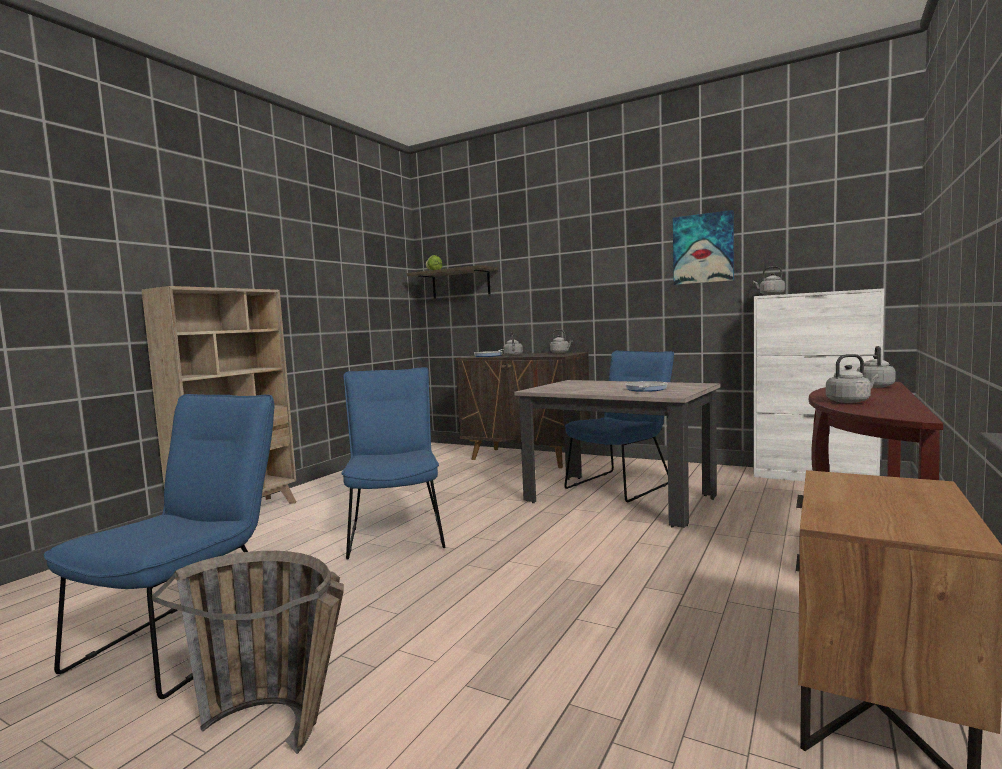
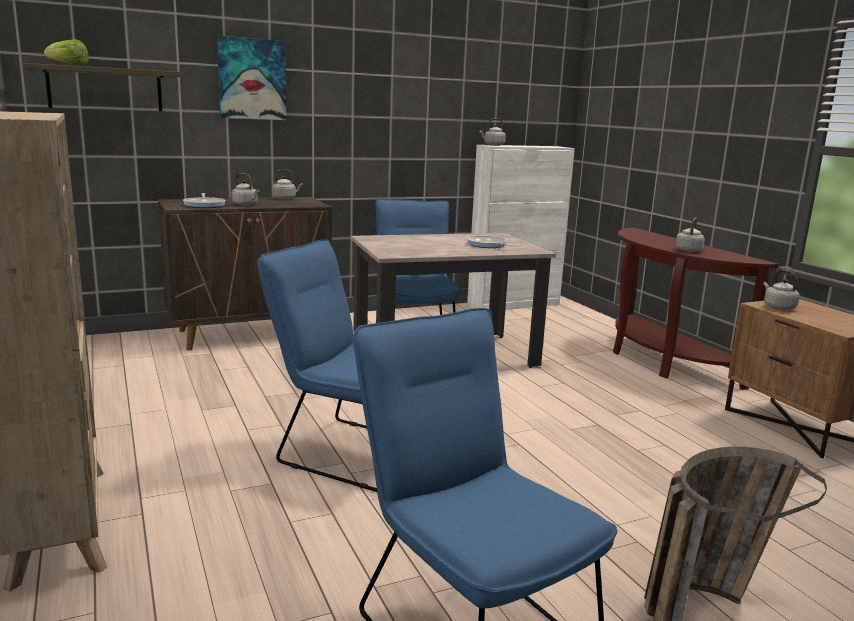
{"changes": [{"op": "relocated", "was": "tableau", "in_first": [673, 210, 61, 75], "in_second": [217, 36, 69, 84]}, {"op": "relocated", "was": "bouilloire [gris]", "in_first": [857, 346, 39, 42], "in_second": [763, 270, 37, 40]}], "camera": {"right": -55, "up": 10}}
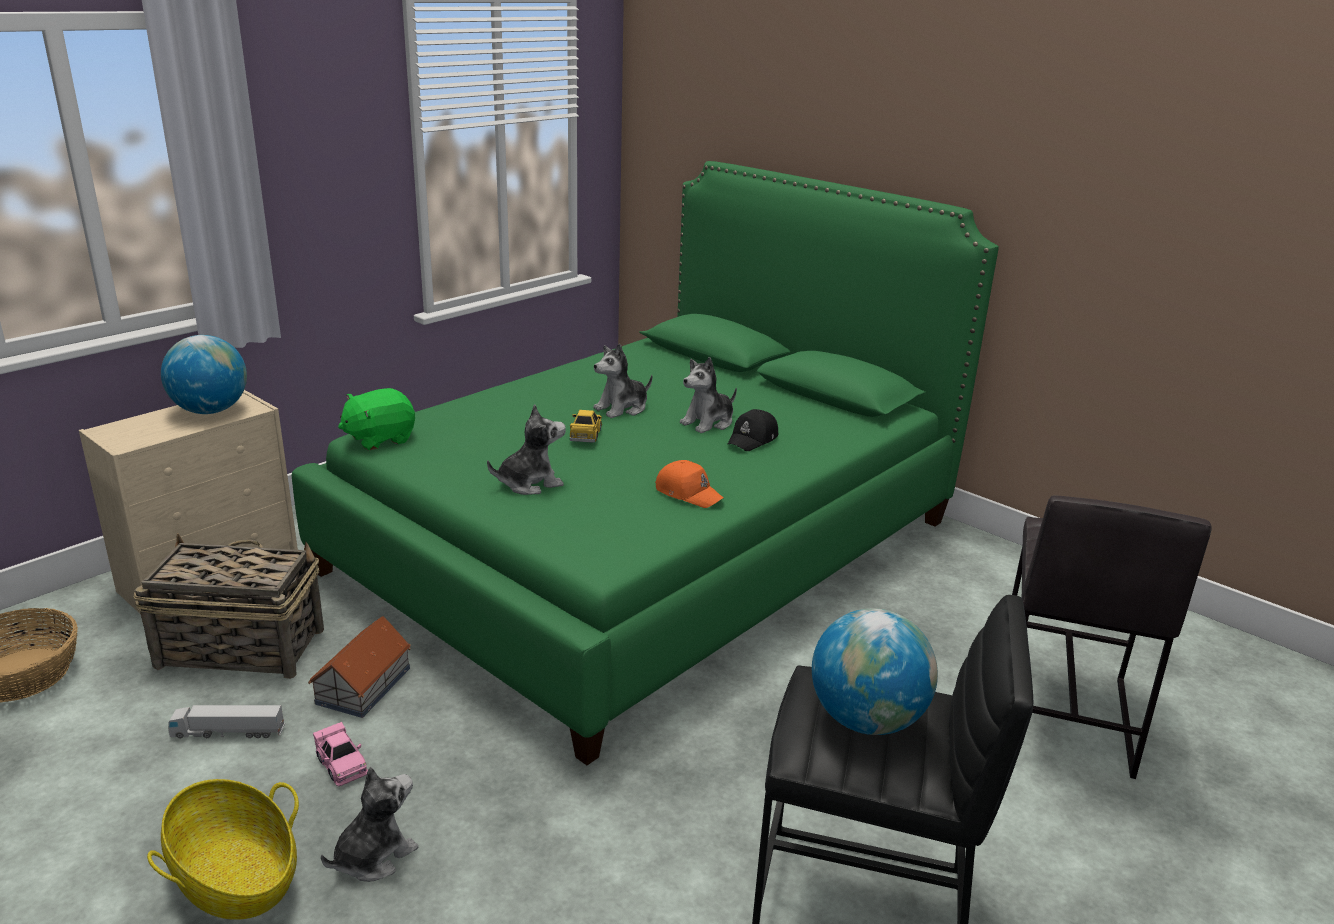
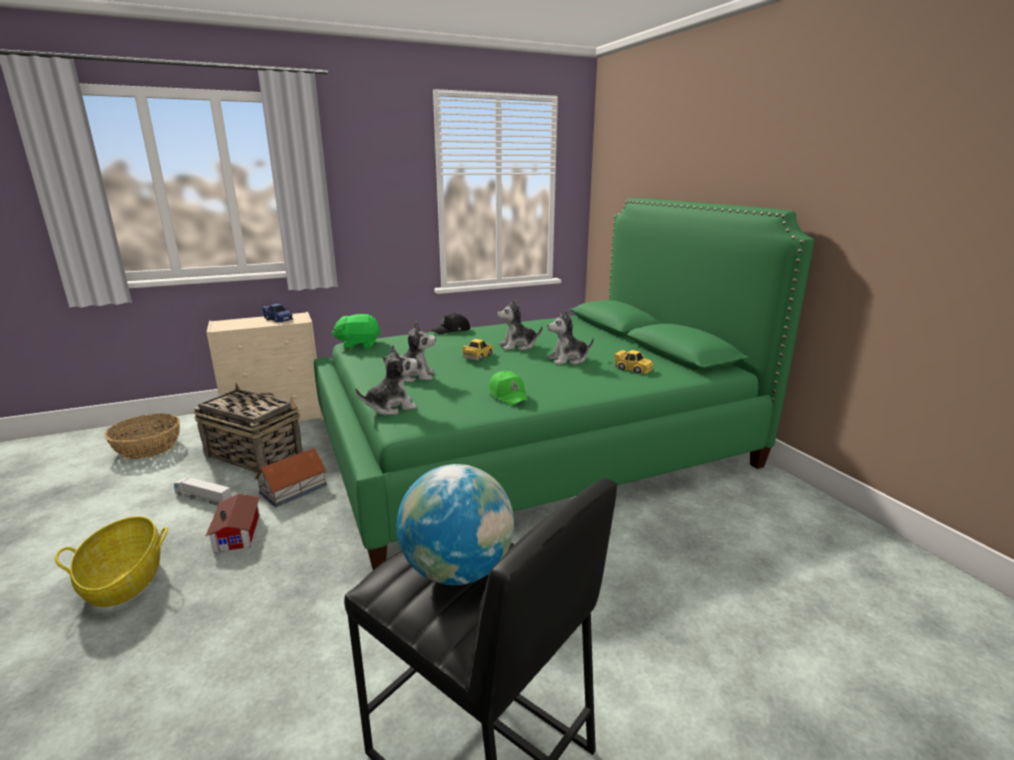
{"changes": [{"op": "exchanged", "was": "globe", "now": "petite voiture [bleu]", "in_first": [161, 335, 86, 79], "in_second": [262, 304, 31, 18]}, {"op": "exchanged", "was": "petite voiture [rose]", "now": "maison miniature", "in_first": [313, 722, 55, 64], "in_second": [206, 494, 54, 59]}, {"op": "relocated", "was": "peluche", "in_first": [321, 767, 97, 115], "in_second": [355, 344, 63, 71]}, {"op": "colour", "was": "casquette [orange]", "now": "casquette [vert]", "in_first": [655, 460, 69, 48], "in_second": [488, 371, 41, 34]}, {"op": "relocated", "was": "casquette [noir]", "in_first": [727, 409, 51, 42], "in_second": [432, 313, 38, 22]}, {"op": "missing", "was": "tabouret [gris]", "in_first": [1012, 496, 200, 283]}, {"op": "appeared", "now": "petite voiture [jaune]", "in_second": [614, 350, 40, 24]}], "camera": {"right": 25, "up": -5}}
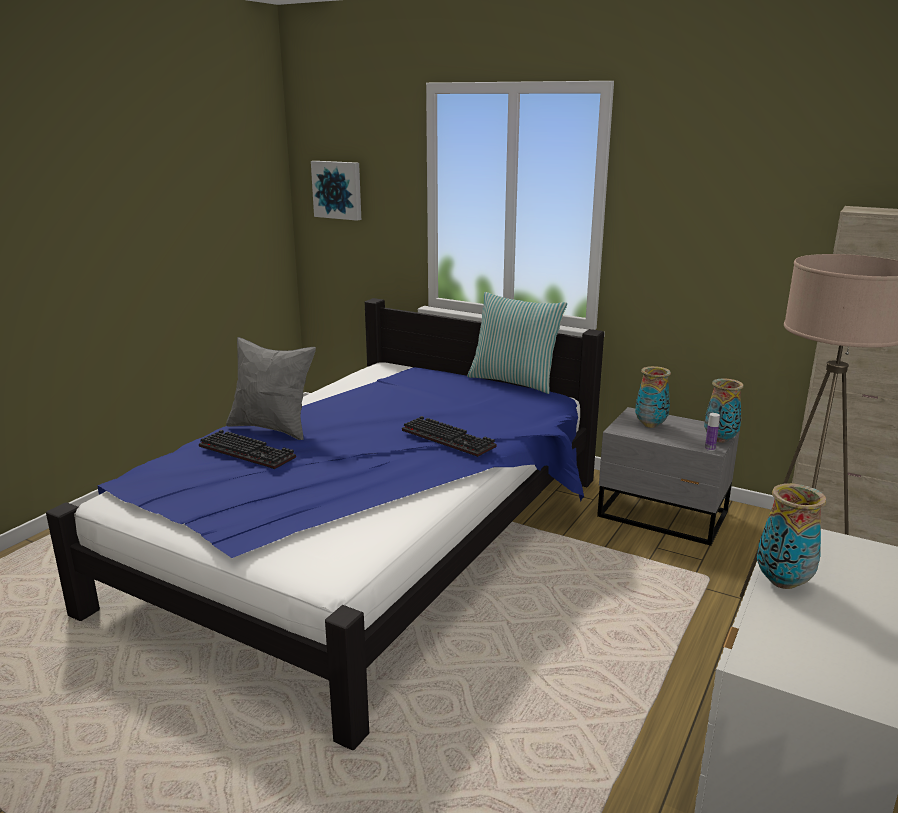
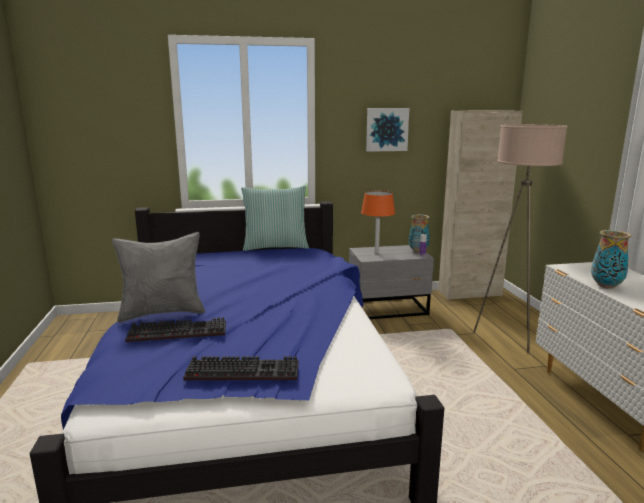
{"changes": [{"op": "relocated", "was": "tableau", "in_first": [311, 161, 50, 60], "in_second": [366, 108, 43, 44]}, {"op": "relocated", "was": "clavier", "in_first": [402, 416, 94, 41], "in_second": [183, 356, 116, 25]}, {"op": "exchanged", "was": "vase", "now": "lampe de table [orange]", "in_first": [635, 366, 36, 62], "in_second": [361, 191, 34, 63]}], "camera": {"right": -40, "up": -5}}
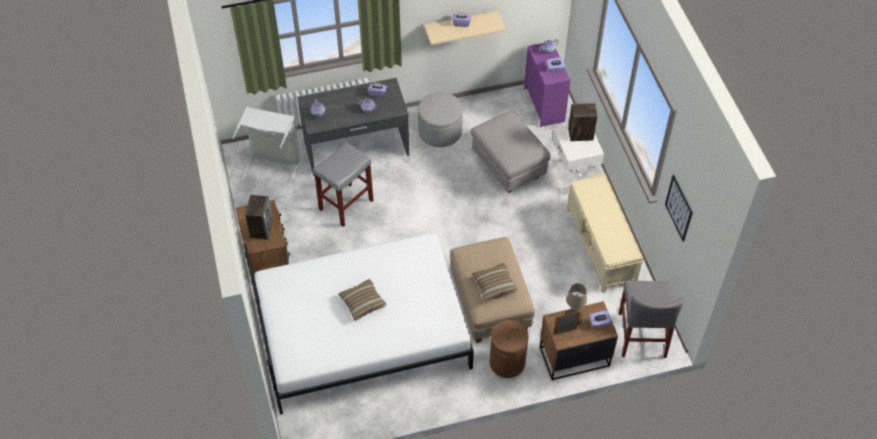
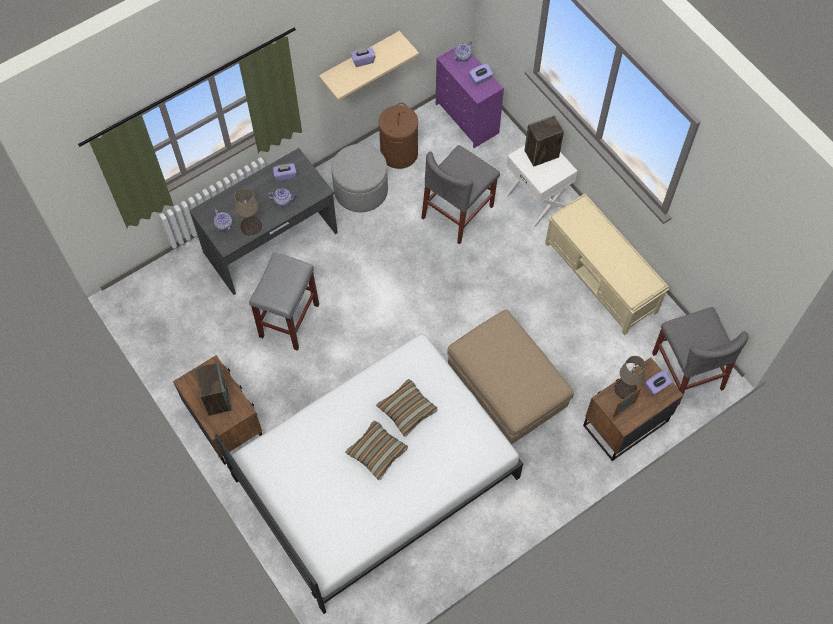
{"changes": [{"op": "missing", "was": "panier à linge [gris]", "in_first": [232, 107, 69, 83]}, {"op": "exchanged", "was": "pouf [gris]", "now": "chaise [gris]", "in_first": [471, 110, 80, 83], "in_second": [421, 145, 79, 100]}, {"op": "relocated", "was": "coussin", "in_first": [472, 263, 46, 39], "in_second": [376, 379, 62, 58]}, {"op": "relocated", "was": "panier à linge [marron]", "in_first": [490, 319, 39, 59], "in_second": [379, 103, 39, 66]}, {"op": "missing", "was": "tableau", "in_first": [665, 175, 28, 67]}, {"op": "appeared", "now": "lampe de table [beige]", "in_second": [234, 188, 28, 47]}], "camera": {"right": -20, "up": 10}}
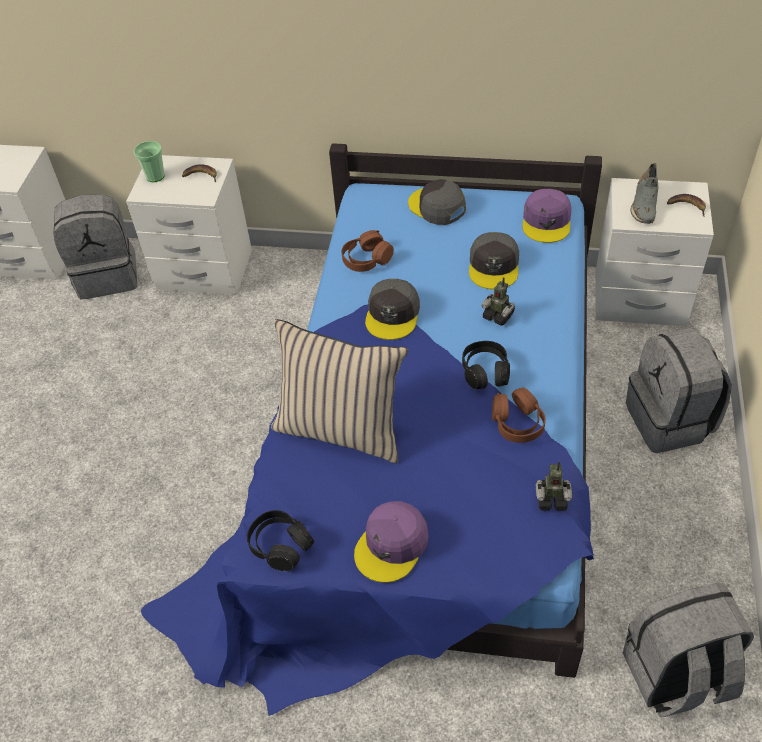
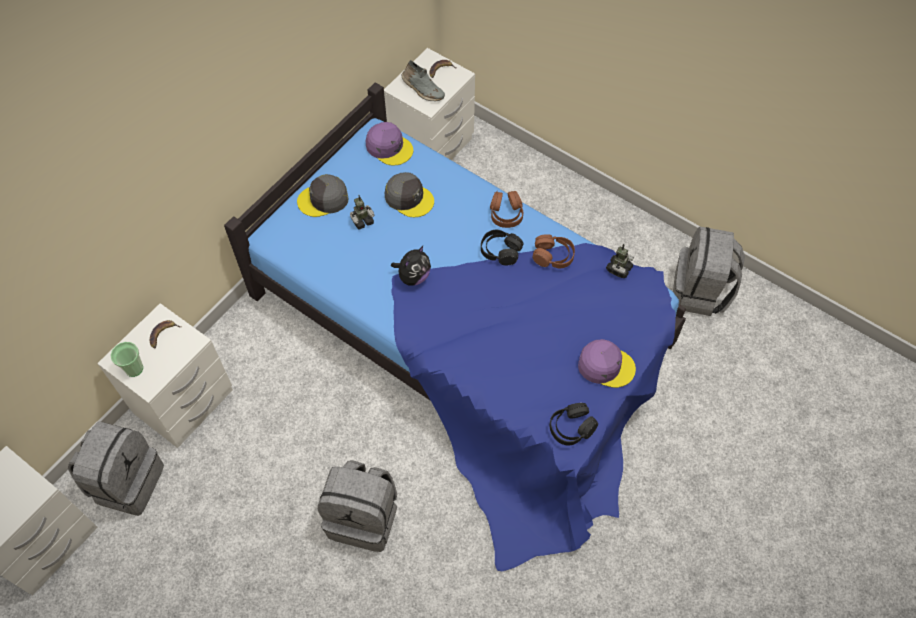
{"changes": [{"op": "missing", "was": "coussin [beige]", "in_first": [271, 319, 137, 144]}, {"op": "relocated", "was": "casque audio [marron]", "in_first": [341, 230, 53, 42], "in_second": [490, 191, 33, 37]}, {"op": "spun", "was": "casquette [violet]", "in_first": [354, 501, 75, 82], "in_second": [578, 339, 58, 49], "clockwise": -45}, {"op": "exchanged", "was": "casquette [gris]", "now": "peluche", "in_first": [365, 279, 55, 61], "in_second": [391, 246, 40, 40]}, {"op": "relocated", "was": "robot jouet", "in_first": [481, 277, 34, 49], "in_second": [350, 195, 25, 35]}, {"op": "relocated", "was": "sac à dos [gris]", "in_first": [626, 328, 106, 125], "in_second": [318, 460, 79, 92]}], "camera": {"right": -65, "up": 10}}
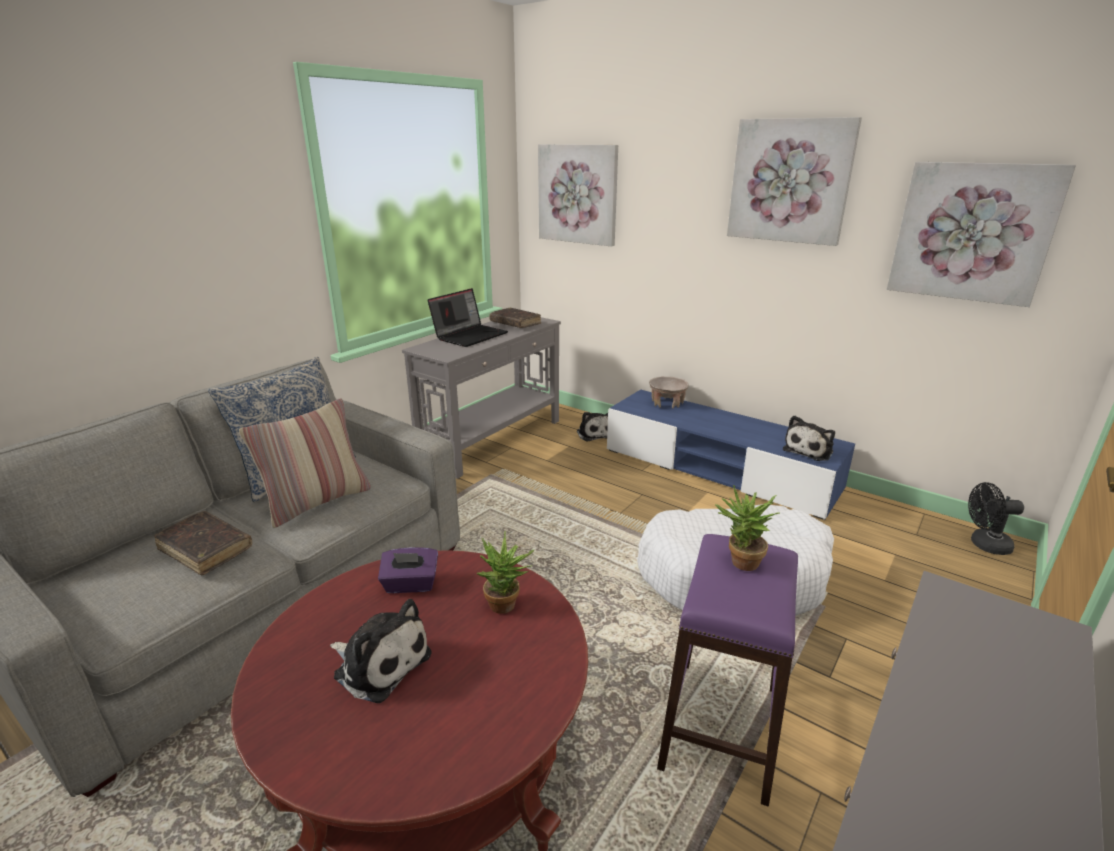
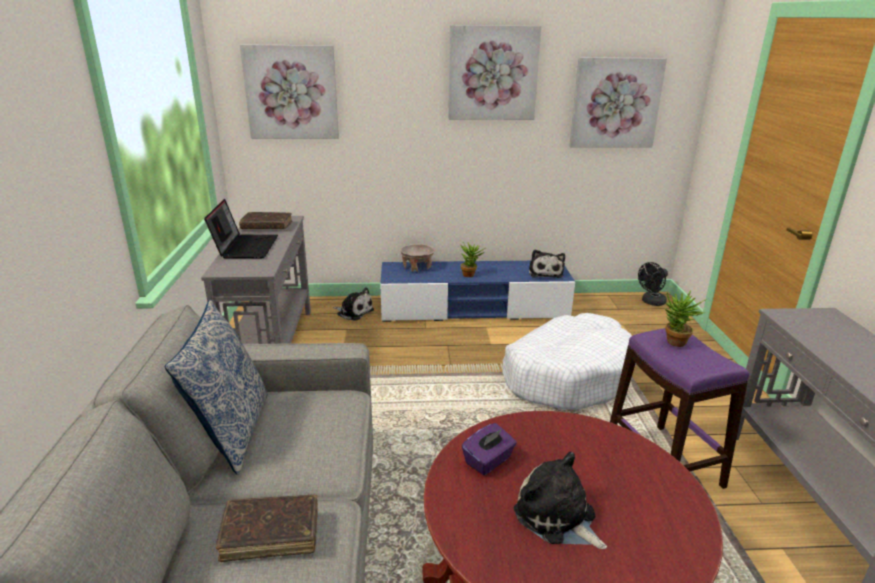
{"changes": [{"op": "missing", "was": "coussin", "in_first": [239, 399, 132, 129]}, {"op": "spun", "was": "peluche", "in_first": [330, 599, 101, 104], "in_second": [514, 452, 93, 97], "clockwise": -120}, {"op": "relocated", "was": "plante en pot", "in_first": [476, 531, 58, 83], "in_second": [461, 242, 24, 35]}], "camera": {"right": -40, "up": 0}}
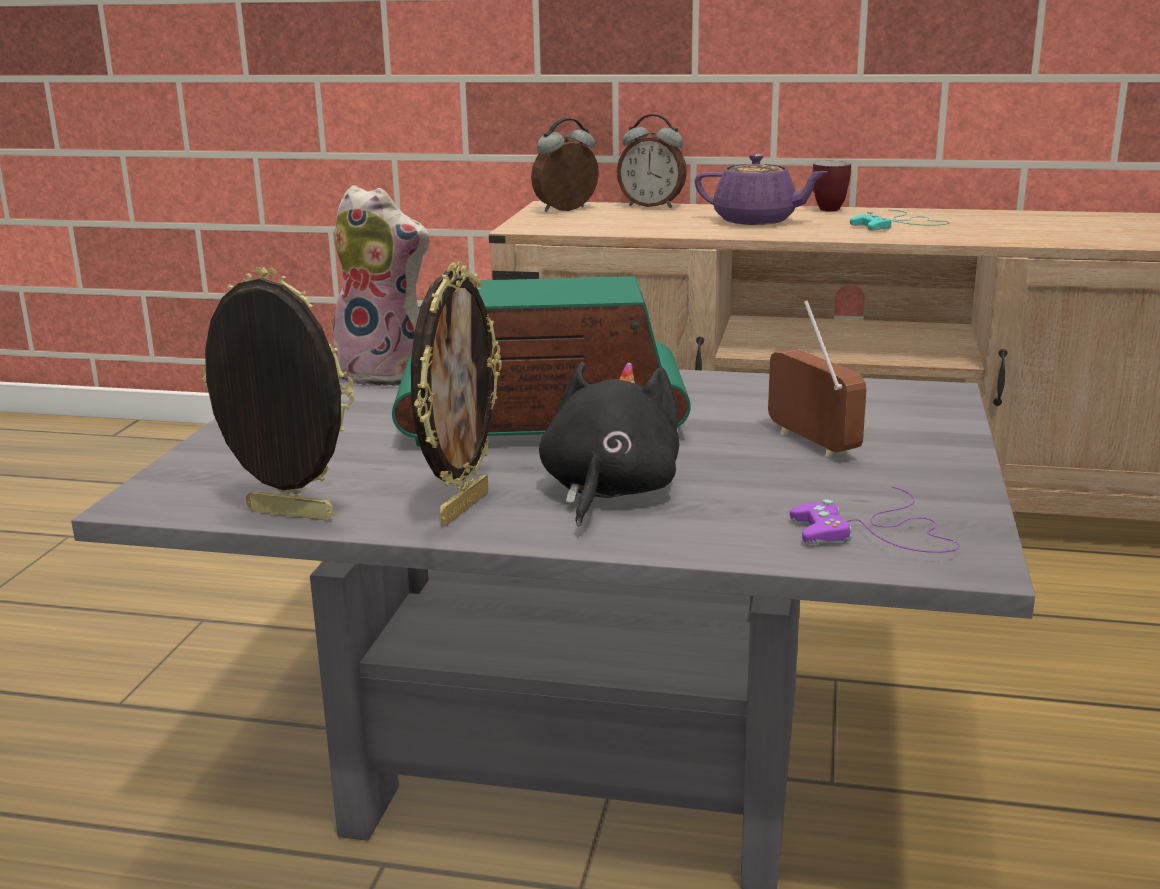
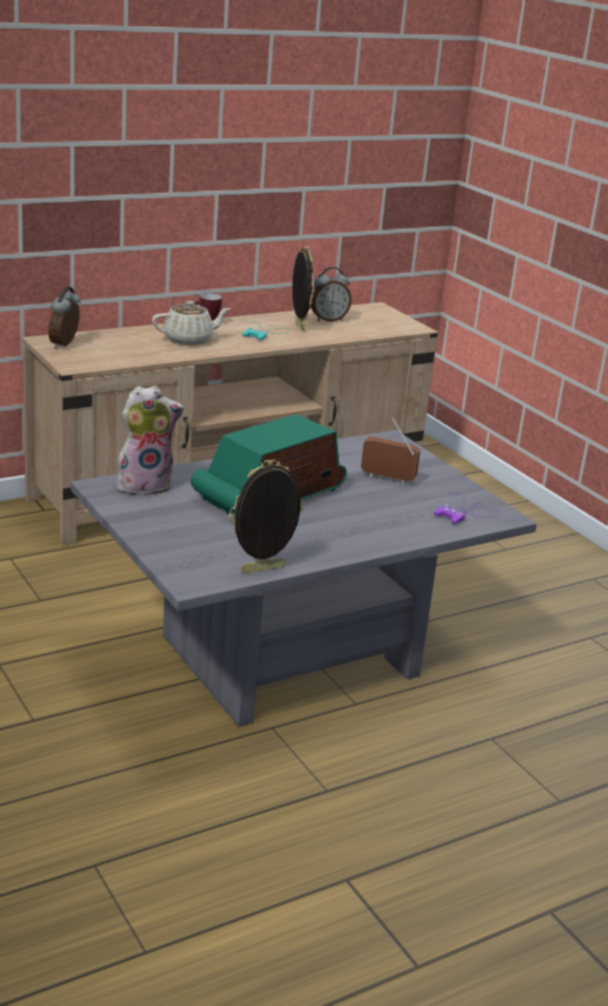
{"changes": [{"op": "relocated", "was": "cadre photo", "in_first": [411, 261, 91, 264], "in_second": [292, 246, 22, 86]}, {"op": "missing", "was": "peluche [noir]", "in_first": [539, 362, 140, 164]}, {"op": "relocated", "was": "réveil", "in_first": [617, 114, 70, 94], "in_second": [310, 267, 42, 55]}, {"op": "colour", "was": "théière [violet]", "now": "théière [beige]", "in_first": [695, 154, 133, 71], "in_second": [152, 301, 79, 44]}], "camera": {"right": -45, "up": 5}}
